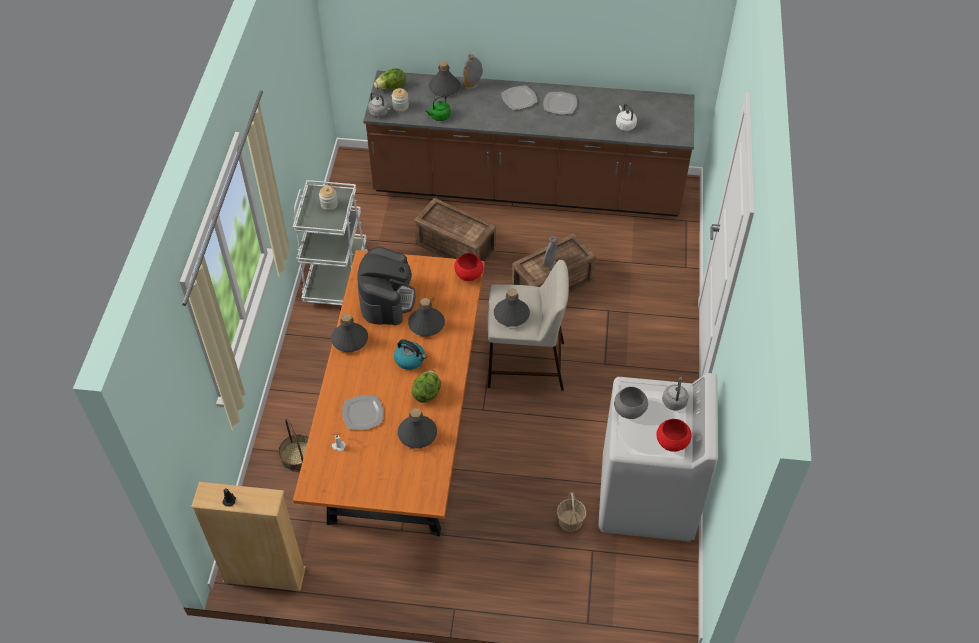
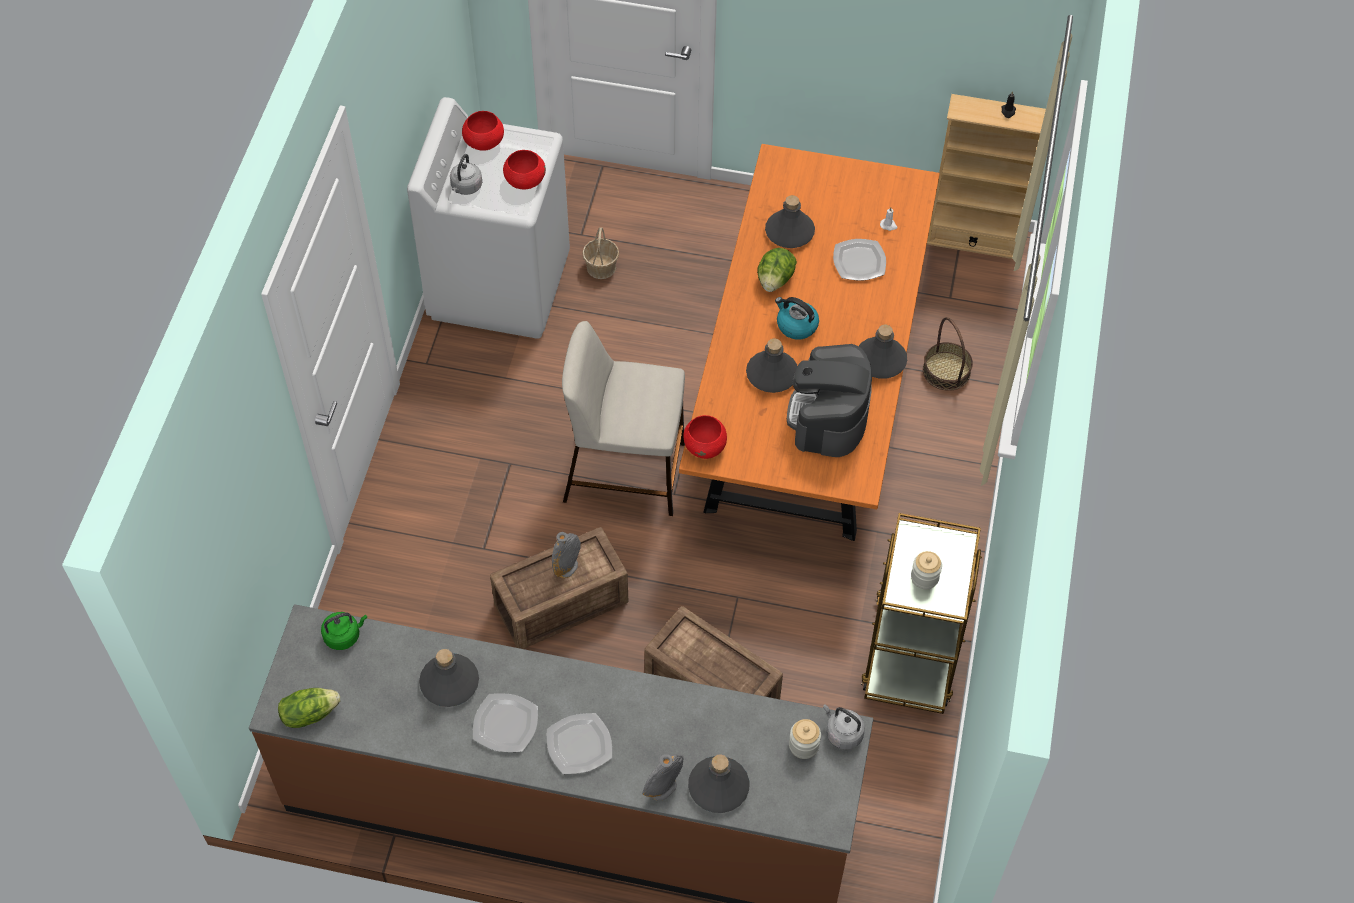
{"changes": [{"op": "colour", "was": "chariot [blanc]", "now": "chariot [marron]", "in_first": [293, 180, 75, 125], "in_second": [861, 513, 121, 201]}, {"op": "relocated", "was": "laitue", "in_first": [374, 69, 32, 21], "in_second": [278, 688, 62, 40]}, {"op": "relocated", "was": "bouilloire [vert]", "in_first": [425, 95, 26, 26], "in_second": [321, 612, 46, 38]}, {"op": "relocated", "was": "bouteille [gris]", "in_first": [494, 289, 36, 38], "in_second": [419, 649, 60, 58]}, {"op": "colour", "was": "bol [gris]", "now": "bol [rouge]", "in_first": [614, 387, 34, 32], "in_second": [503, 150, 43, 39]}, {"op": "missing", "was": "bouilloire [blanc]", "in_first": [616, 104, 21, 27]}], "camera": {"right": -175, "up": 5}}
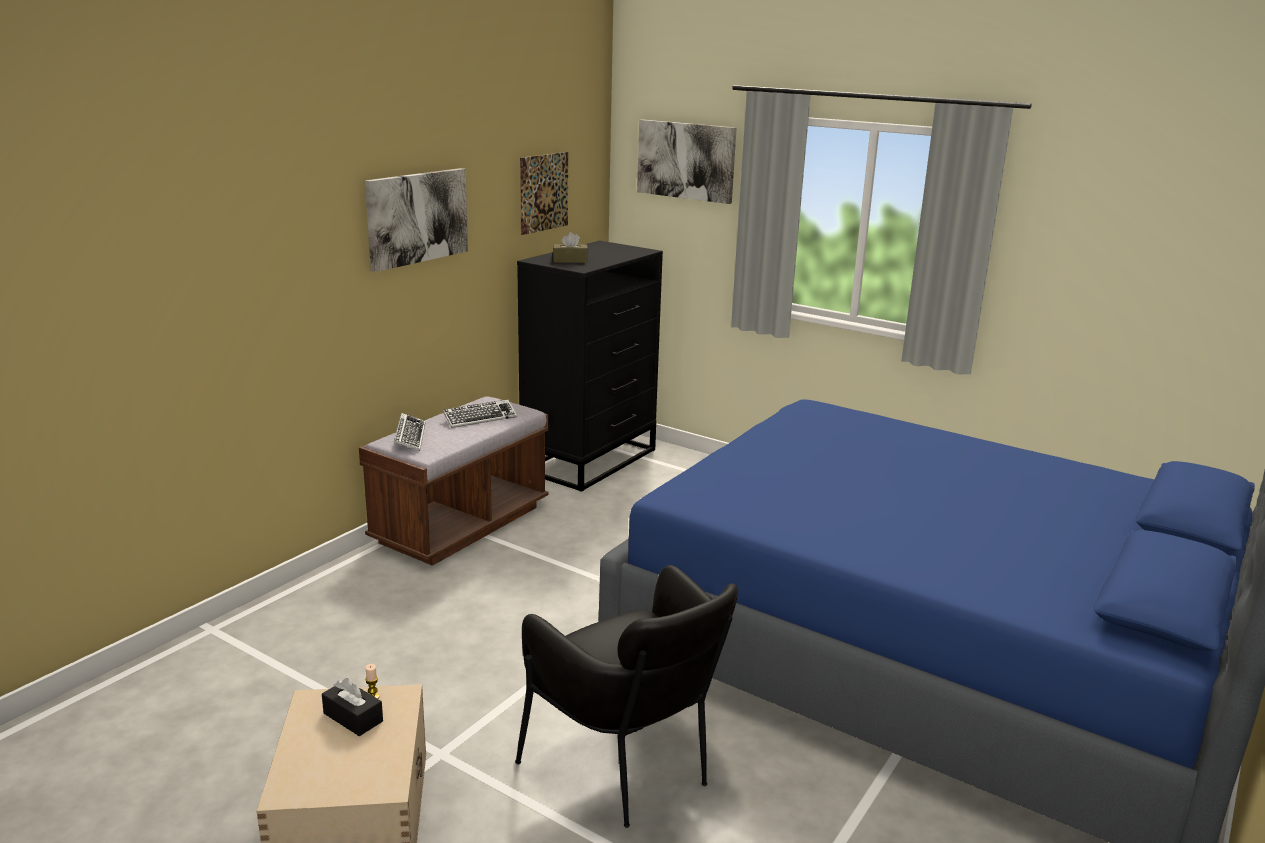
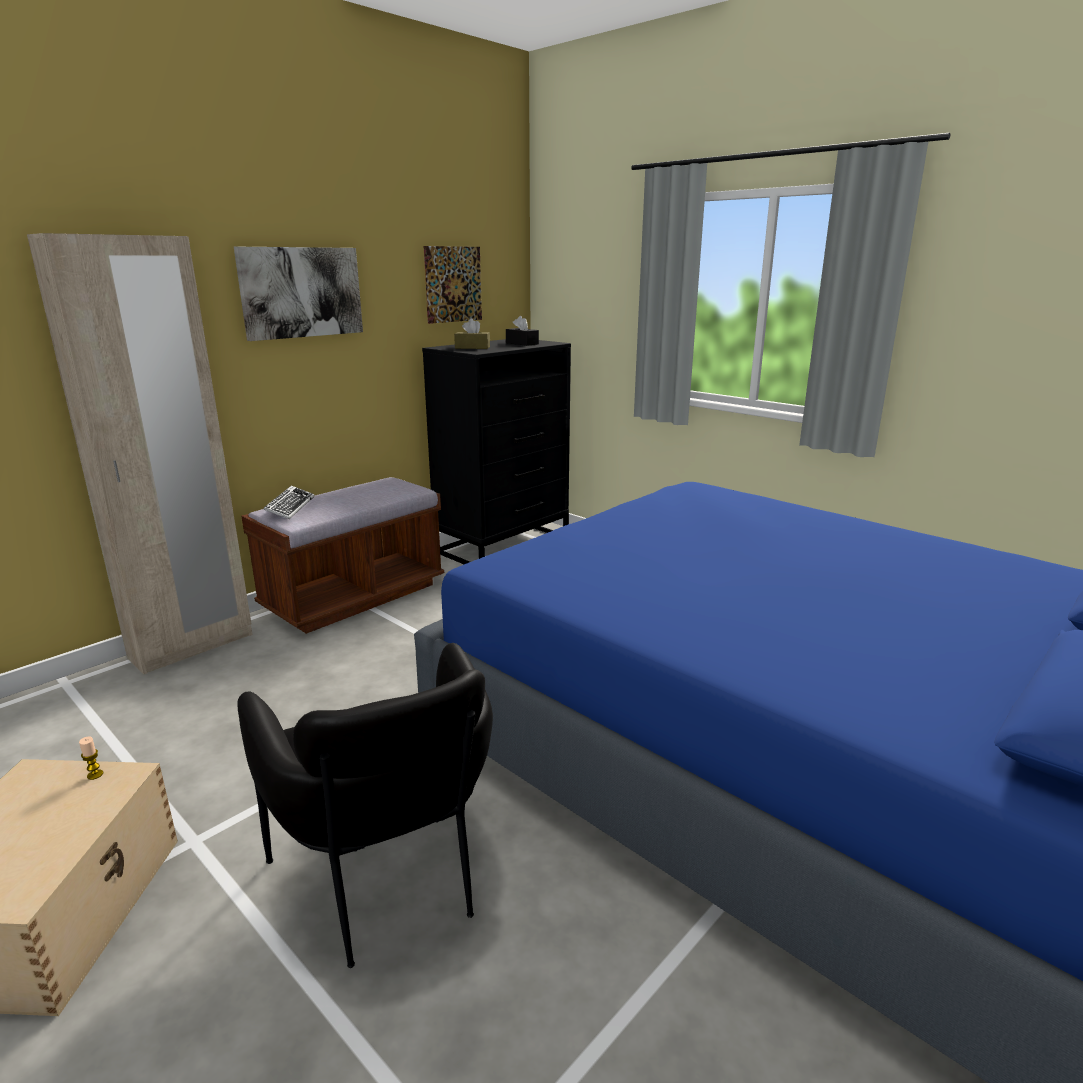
{"changes": [{"op": "relocated", "was": "boîte à mouchoirs [noir]", "in_first": [322, 678, 61, 58], "in_second": [506, 316, 33, 30]}, {"op": "missing", "was": "clavier", "in_first": [443, 399, 74, 29]}, {"op": "missing", "was": "tableau", "in_first": [637, 119, 100, 85]}, {"op": "appeared", "now": "armoire [beige]", "in_second": [27, 233, 226, 441]}], "camera": {"right": 10, "up": 0}}
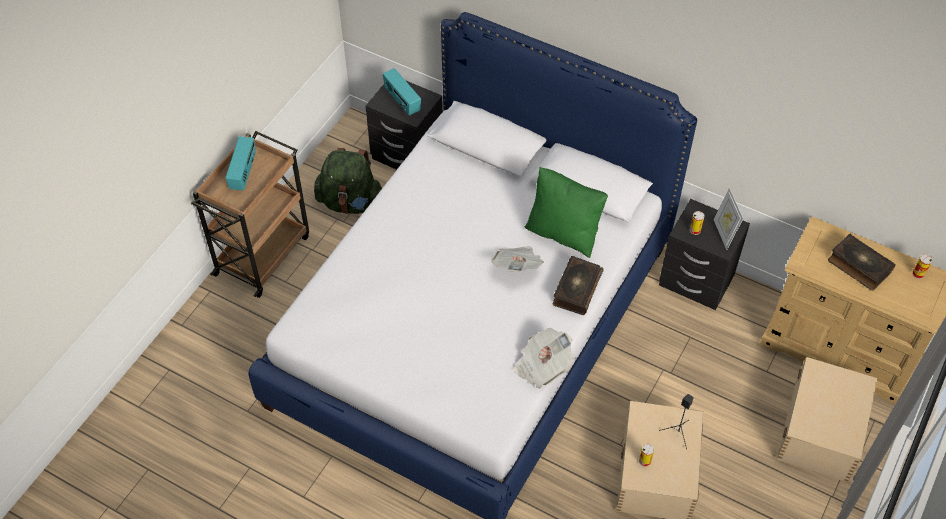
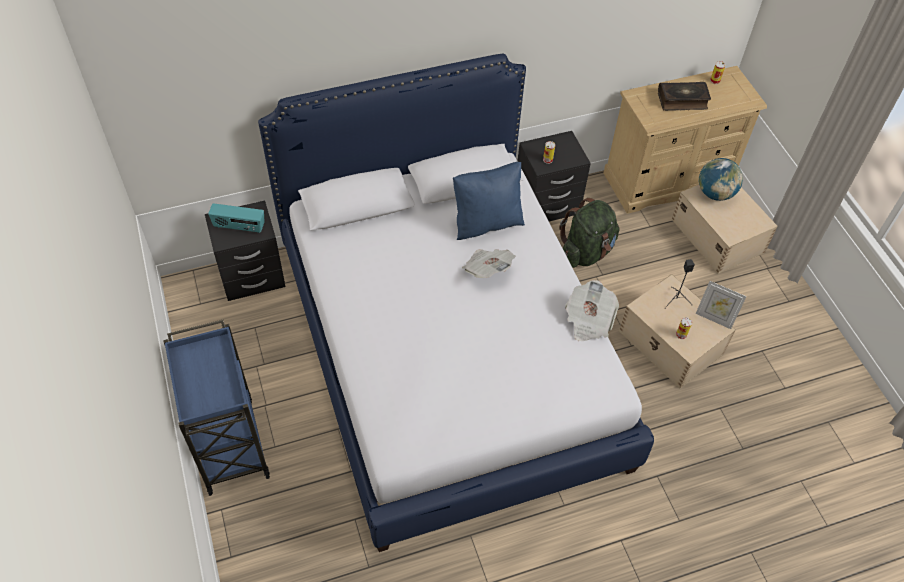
{"changes": [{"op": "colour", "was": "chariot [marron]", "now": "chariot [bleu]", "in_first": [191, 131, 118, 167], "in_second": [163, 320, 107, 176]}, {"op": "missing", "was": "radio", "in_first": [225, 136, 31, 55]}, {"op": "relocated", "was": "sac à dos [vert]", "in_first": [314, 148, 68, 66], "in_second": [559, 198, 60, 70]}, {"op": "colour", "was": "coussin [vert]", "now": "coussin [bleu]", "in_first": [525, 167, 83, 91], "in_second": [453, 162, 72, 78]}, {"op": "missing", "was": "livre", "in_first": [552, 256, 52, 59]}, {"op": "relocated", "was": "cadre photo", "in_first": [713, 188, 30, 62], "in_second": [696, 281, 51, 48]}, {"op": "appeared", "now": "globe", "in_second": [698, 158, 45, 43]}], "camera": {"right": -50, "up": 0}}
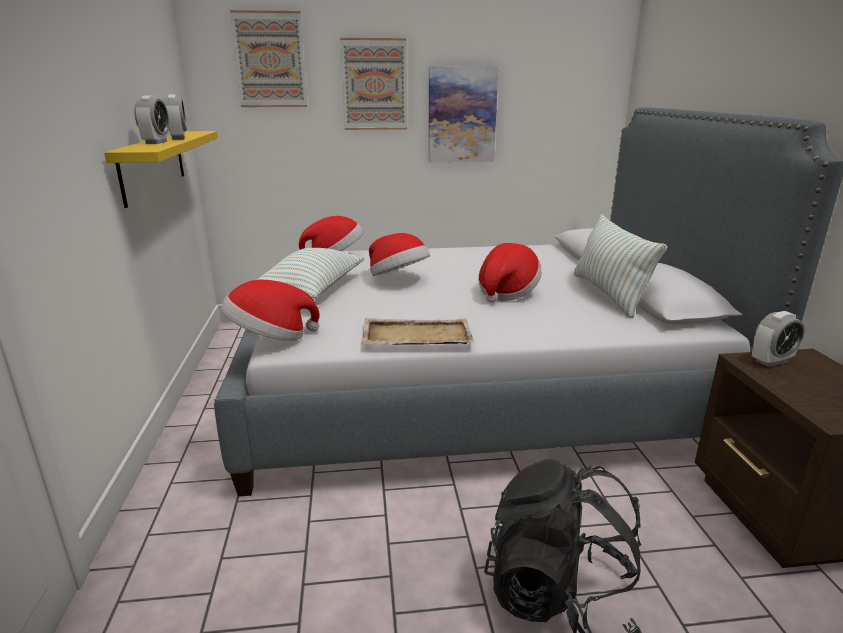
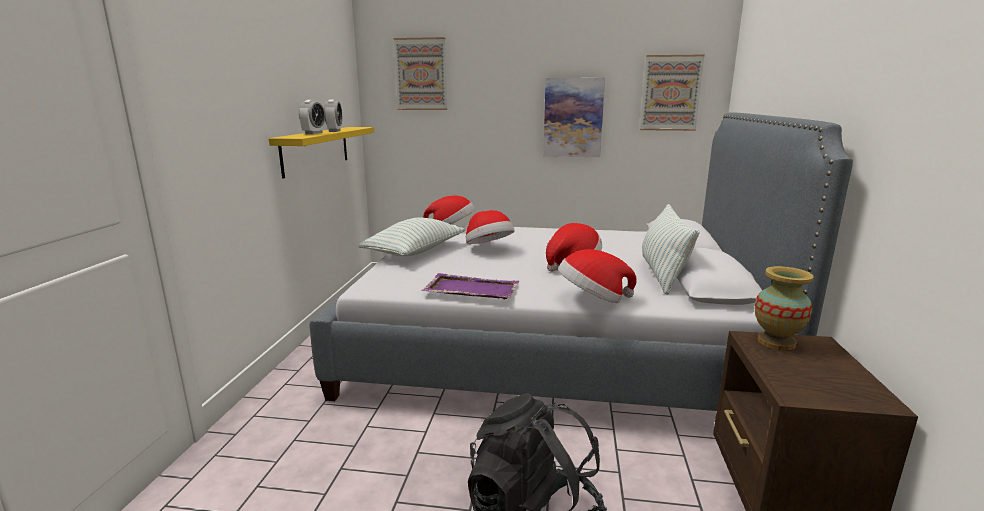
{"changes": [{"op": "relocated", "was": "chapeau", "in_first": [221, 279, 99, 62], "in_second": [558, 249, 79, 54]}, {"op": "relocated", "was": "tableau", "in_first": [340, 38, 67, 92], "in_second": [640, 54, 65, 77]}, {"op": "colour", "was": "plateau [beige]", "now": "plateau [violet]", "in_first": [361, 318, 113, 27], "in_second": [421, 273, 98, 26]}, {"op": "exchanged", "was": "réveil", "now": "vase", "in_first": [752, 311, 53, 56], "in_second": [755, 266, 58, 84]}], "camera": {"right": 15, "up": -5}}
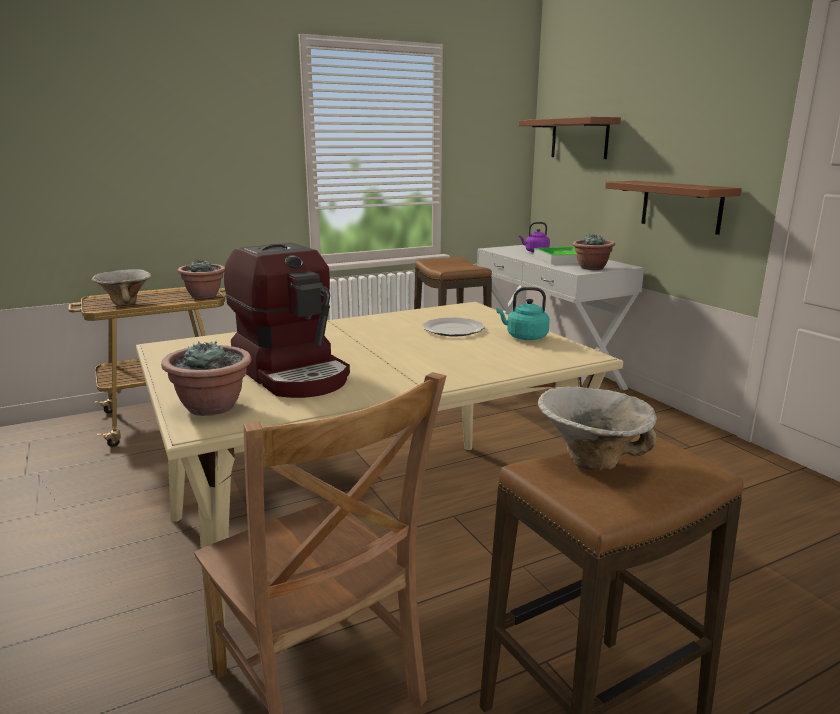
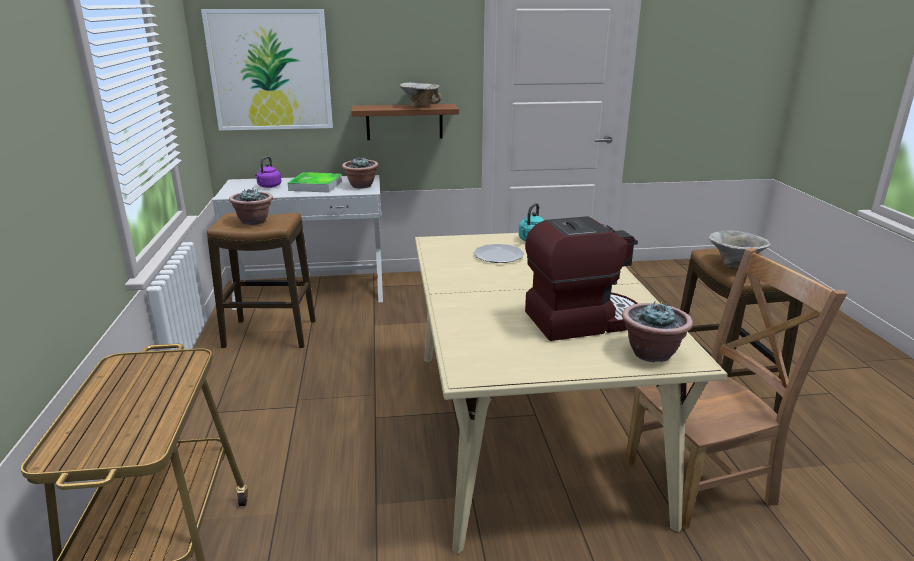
{"changes": [{"op": "relocated", "was": "bol", "in_first": [92, 269, 59, 36], "in_second": [399, 83, 42, 25]}, {"op": "relocated", "was": "plante en pot", "in_first": [178, 259, 47, 40], "in_second": [229, 188, 44, 37]}, {"op": "exchanged", "was": "étagère [marron]", "now": "tableau", "in_first": [519, 117, 102, 42], "in_second": [201, 9, 132, 121]}], "camera": {"right": -70, "up": 5}}
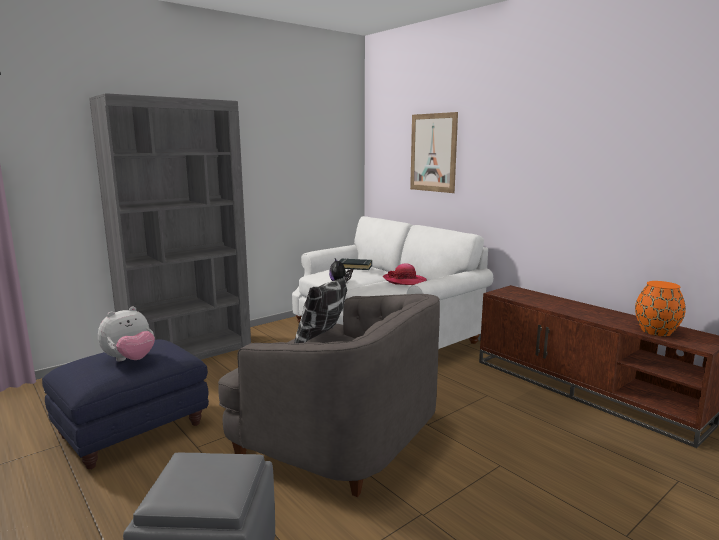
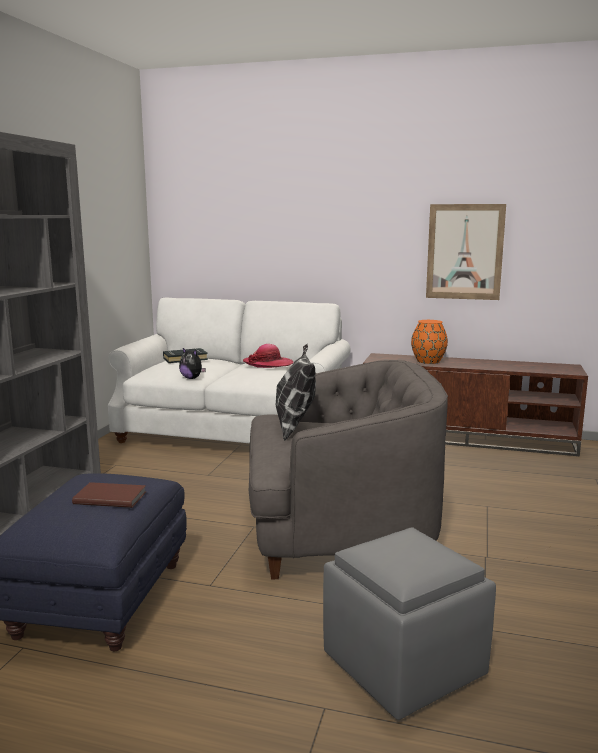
{"changes": [{"op": "exchanged", "was": "peluche", "now": "livre [marron]", "in_first": [98, 307, 57, 54], "in_second": [72, 482, 74, 26]}, {"op": "relocated", "was": "tableau", "in_first": [410, 112, 48, 81], "in_second": [426, 204, 80, 96]}, {"op": "relocated", "was": "vase [orange]", "in_first": [635, 281, 51, 55], "in_second": [411, 320, 37, 44]}], "camera": {"right": -35, "up": 0}}
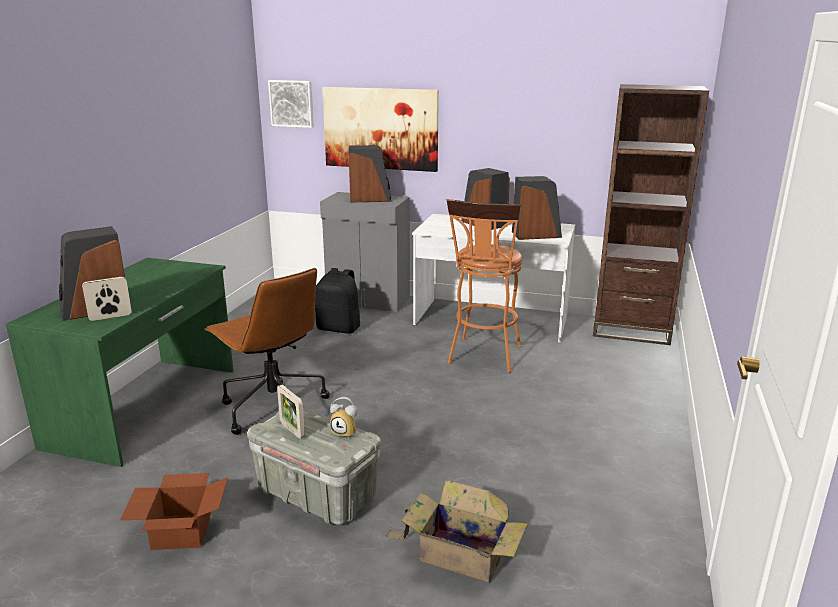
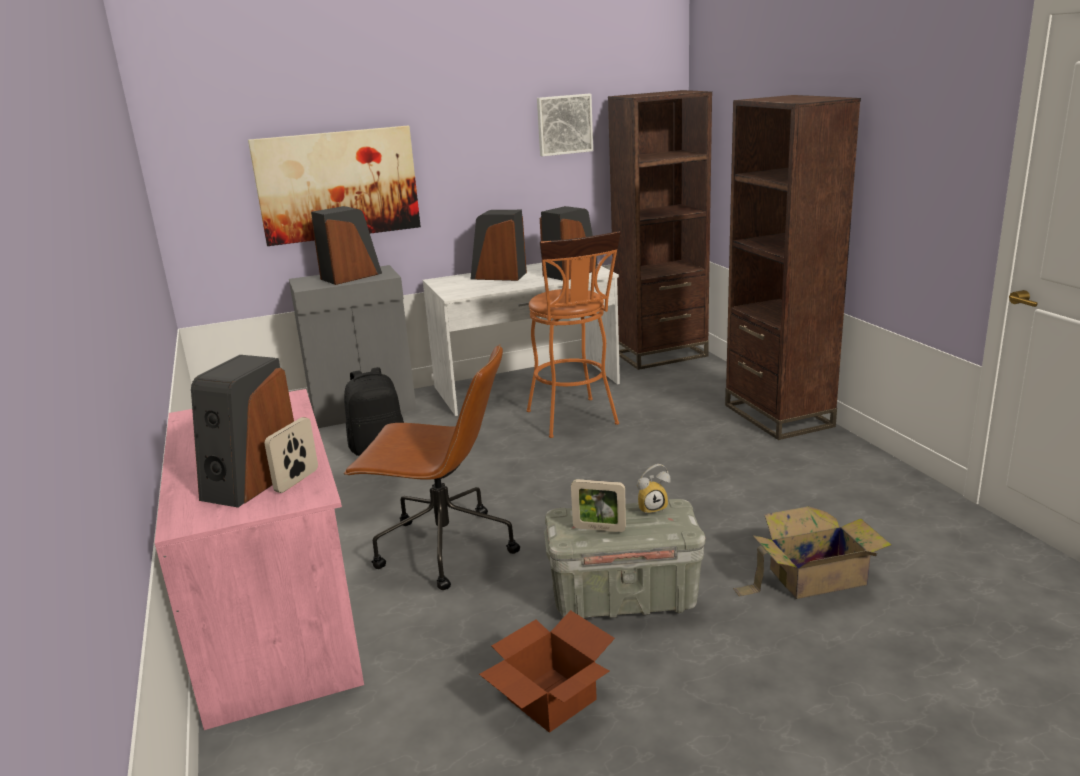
{"changes": [{"op": "colour", "was": "bureau [vert]", "now": "bureau [rose]", "in_first": [5, 258, 229, 209], "in_second": [154, 389, 210, 341]}, {"op": "relocated", "was": "tableau", "in_first": [268, 80, 46, 48], "in_second": [537, 94, 56, 62]}, {"op": "appeared", "now": "bibliothèque [marron]", "in_second": [725, 95, 136, 345]}], "camera": {"right": -35, "up": 0}}
